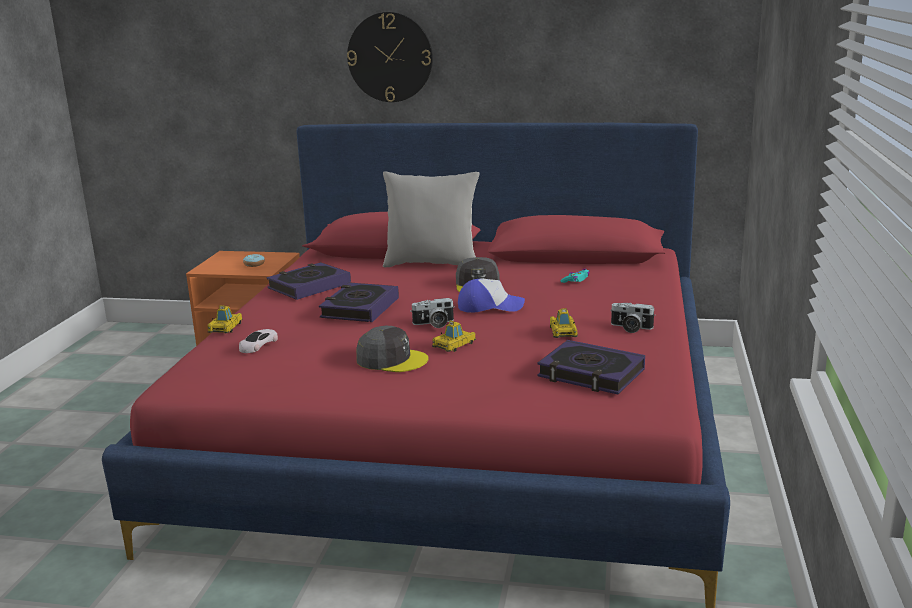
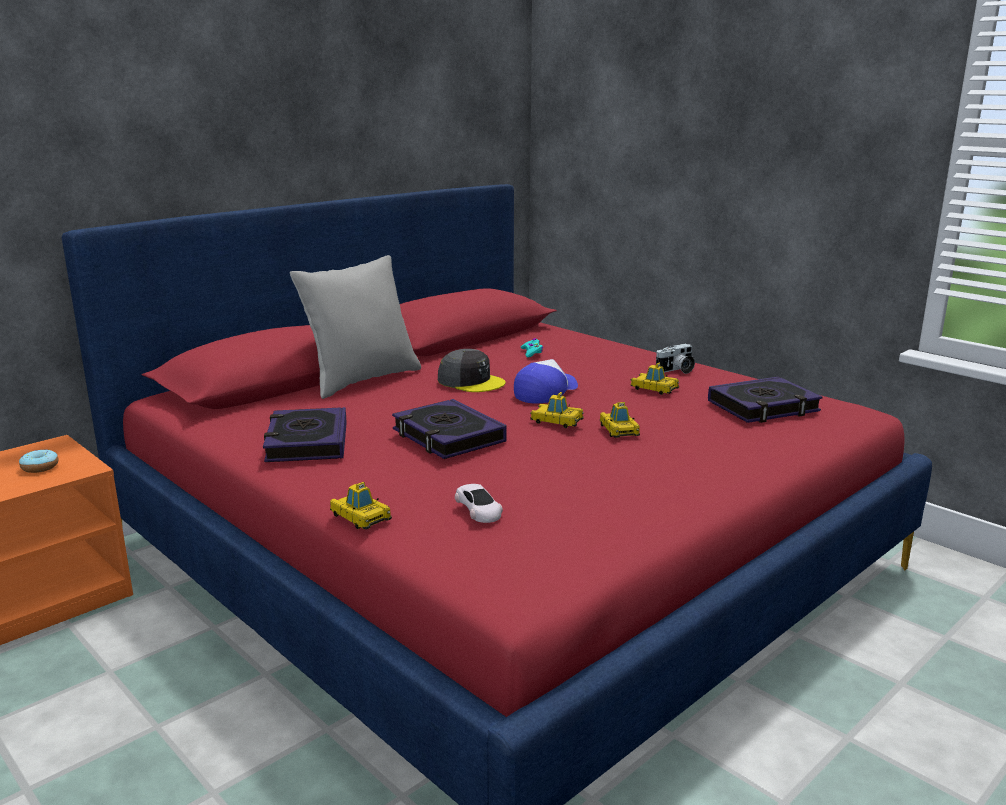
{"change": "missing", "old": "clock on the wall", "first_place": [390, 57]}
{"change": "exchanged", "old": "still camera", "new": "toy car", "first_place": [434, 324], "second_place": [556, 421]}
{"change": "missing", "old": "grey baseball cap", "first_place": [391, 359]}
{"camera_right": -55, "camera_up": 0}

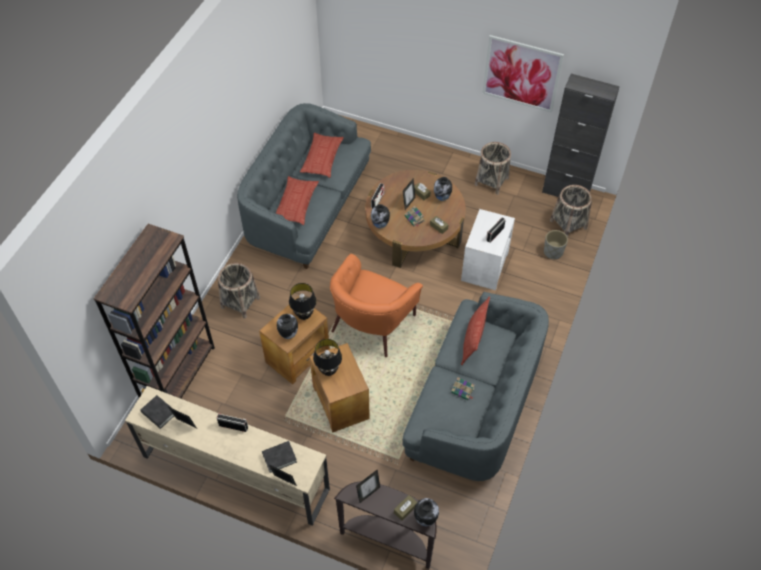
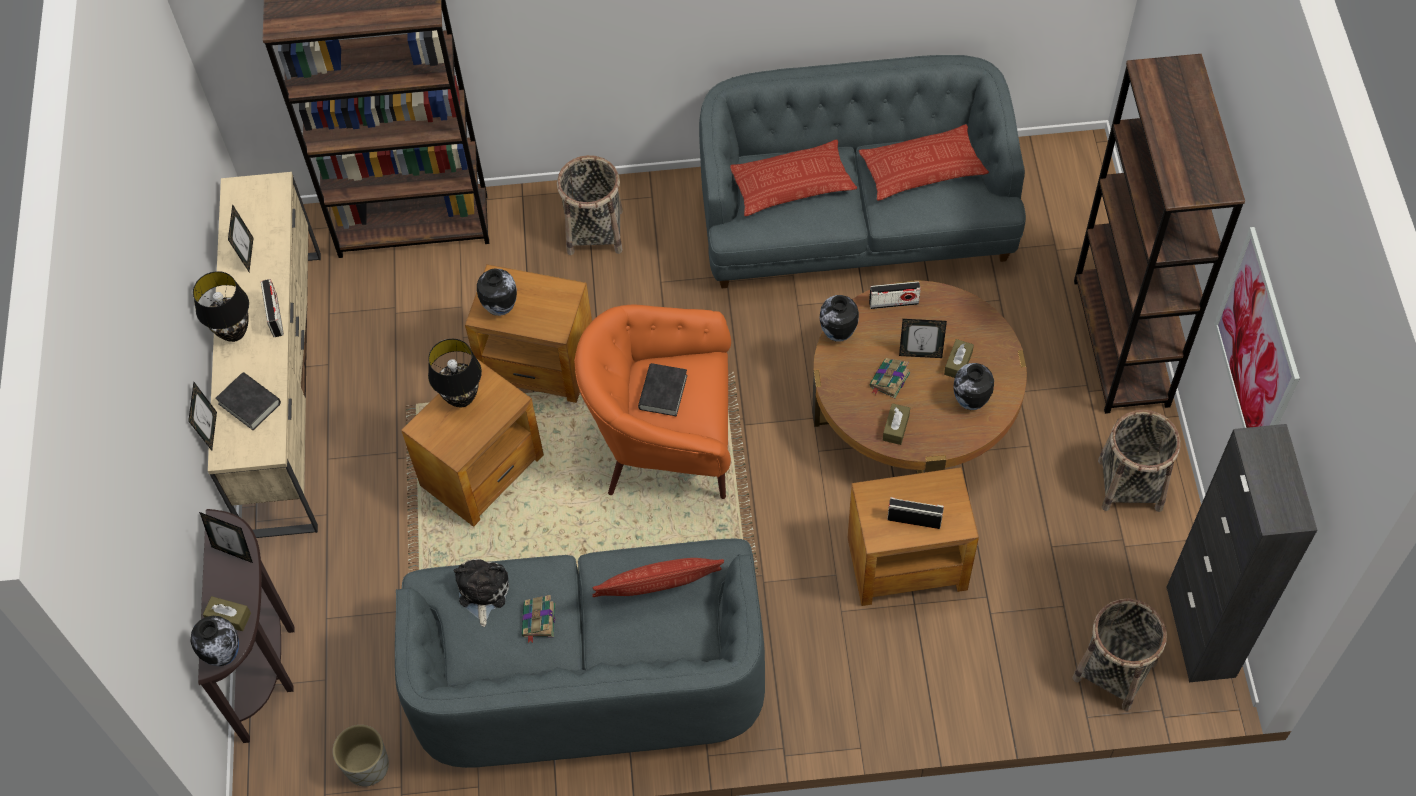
{"change": "colour", "old": "white accent table", "new": "brown-coloured accent table", "first_place": [484, 266], "second_place": [905, 563]}
{"change": "relocated", "old": "grey flower pot", "first_place": [553, 252], "second_place": [367, 766]}
{"change": "relocated", "old": "black-coloured table lamp", "first_place": [304, 315], "second_place": [233, 333]}
{"change": "relocated", "old": "black-coloured volume", "first_place": [159, 413], "second_place": [663, 392]}
{"change": "appeared", "new": "brown-coloured shelving unit", "second_place": [1121, 343]}
{"change": "appeared", "new": "plush toy", "second_place": [482, 592]}
{"camera_right": 65, "camera_up": 5}

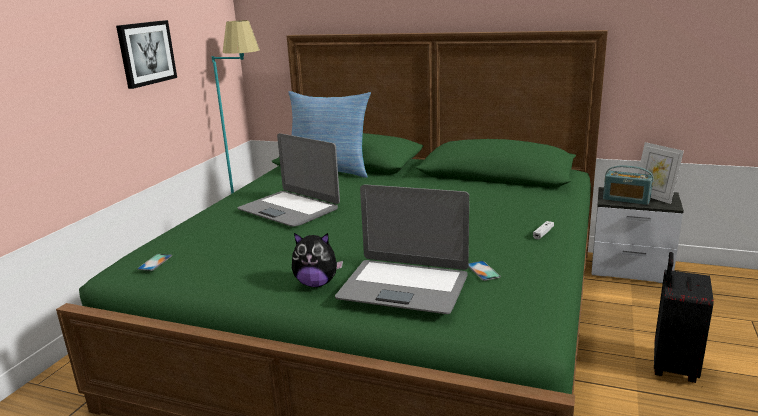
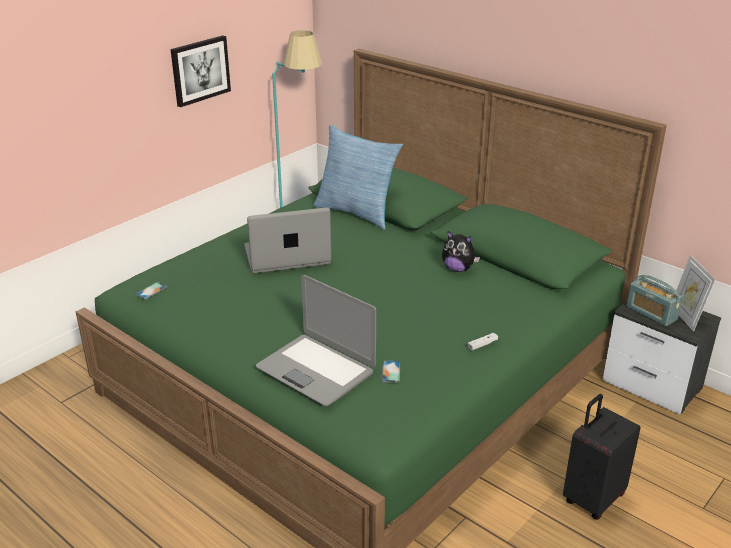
{"change": "spun", "old": "laptop", "first_place": [289, 209], "second_place": [287, 256], "degrees": 105}
{"change": "relocated", "old": "plush toy", "first_place": [316, 283], "second_place": [458, 269]}
{"camera_right": 20, "camera_up": 10}

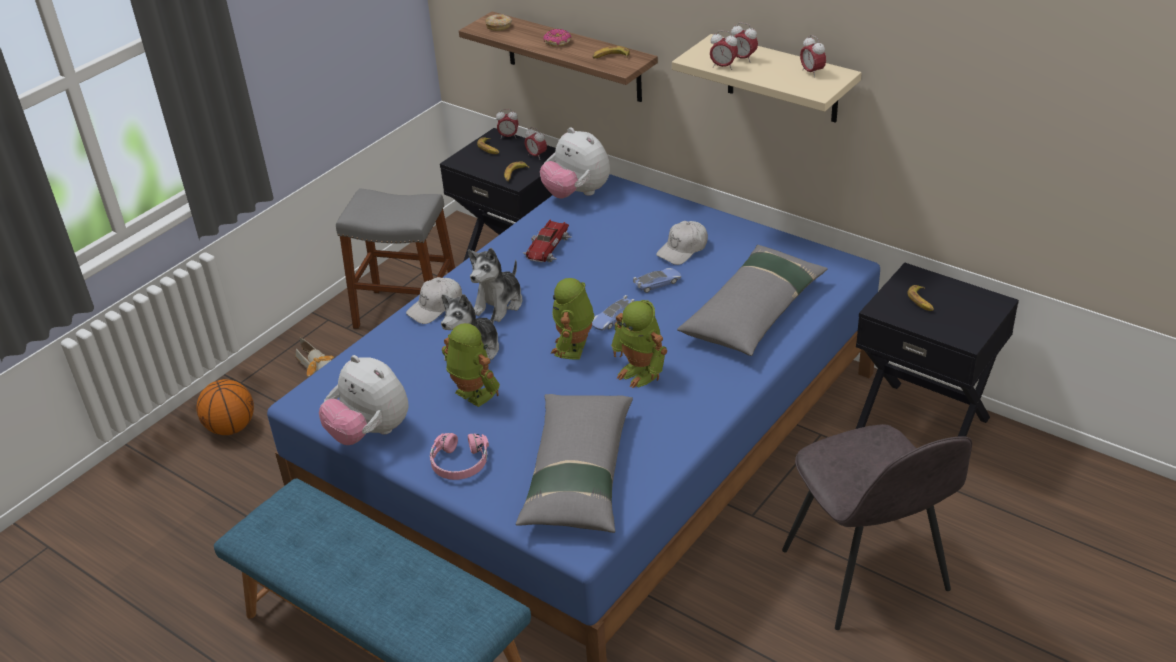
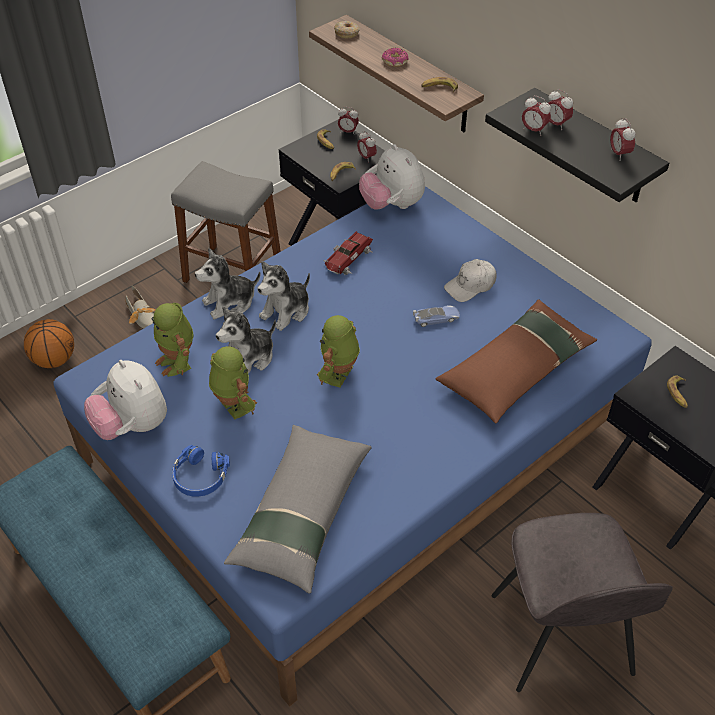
{"change": "colour", "old": "beige shelf", "new": "black-coloured shelf", "first_place": [782, 79], "second_place": [593, 148]}
{"change": "colour", "old": "grey throw pillow", "new": "brown-coloured throw pillow", "first_place": [754, 312], "second_place": [516, 369]}
{"change": "exchanged", "old": "white baseball cap", "new": "plush toy", "first_place": [436, 307], "second_place": [230, 303]}
{"change": "missing", "old": "toy car", "first_place": [613, 318]}
{"change": "relocated", "old": "robot figure", "first_place": [641, 372], "second_place": [178, 362]}
{"change": "colour", "old": "pinkish headset", "new": "blue headset", "first_place": [459, 463], "second_place": [200, 477]}
{"camera_right": 10, "camera_up": 10}

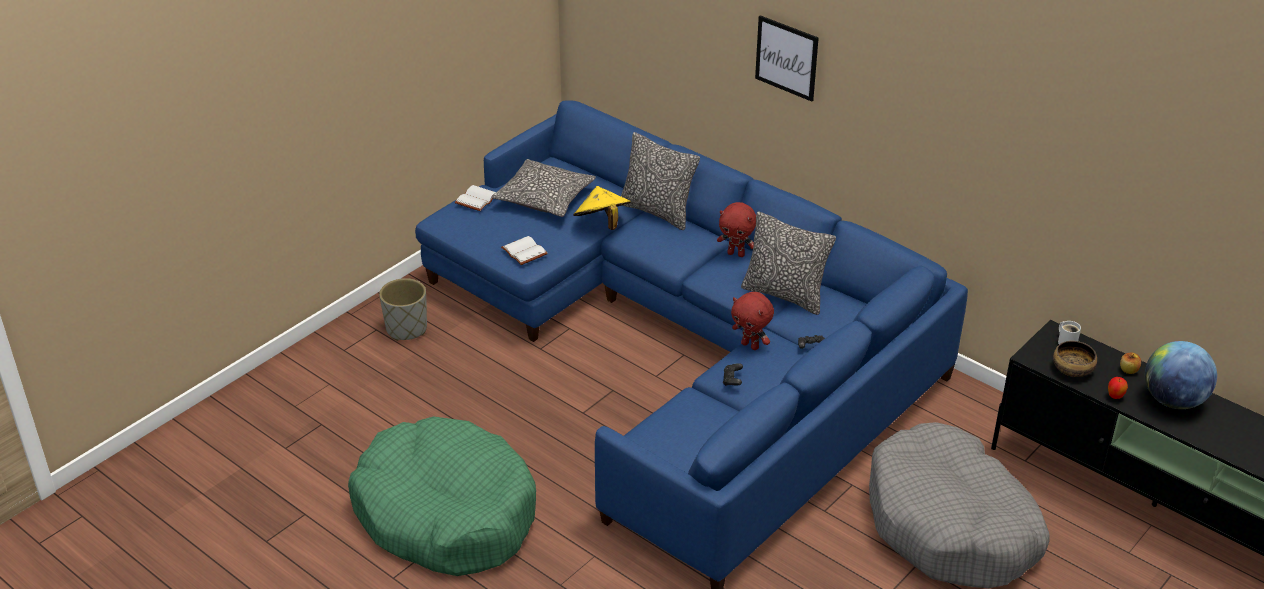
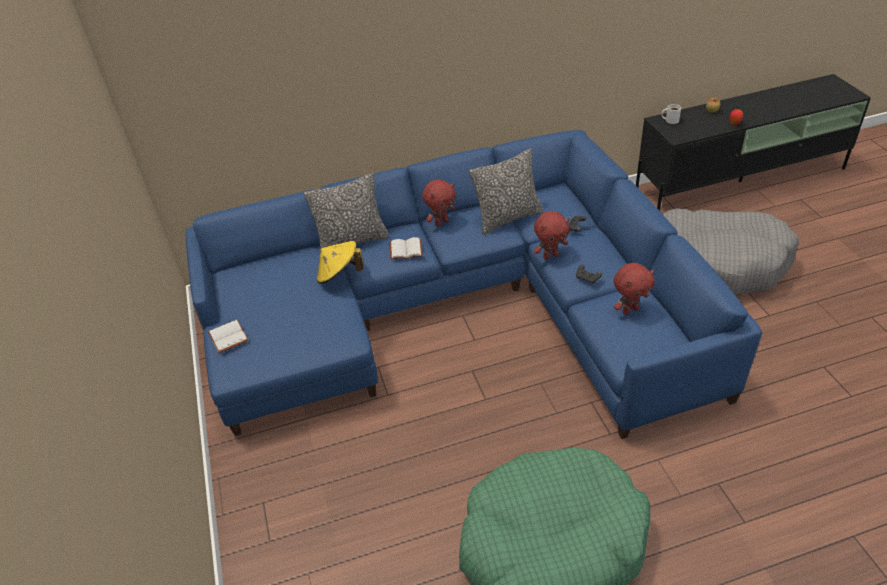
{"change": "missing", "old": "wall picture", "first_place": [786, 58]}
{"change": "missing", "old": "throw pillow", "first_place": [544, 198]}
{"change": "relocated", "old": "white volume", "first_place": [523, 252], "second_place": [405, 250]}
{"change": "missing", "old": "grey flower pot", "first_place": [407, 329]}
{"change": "missing", "old": "deep dish", "first_place": [1072, 369]}
{"change": "missing", "old": "globe", "first_place": [1173, 400]}
{"change": "appeared", "new": "reddish plush toy", "second_place": [630, 310]}
{"camera_right": -55, "camera_up": 5}

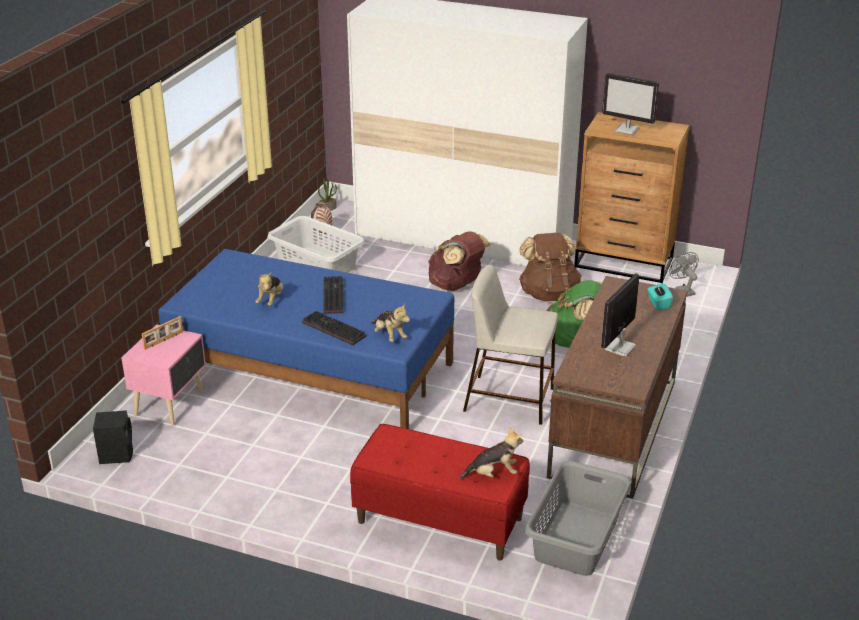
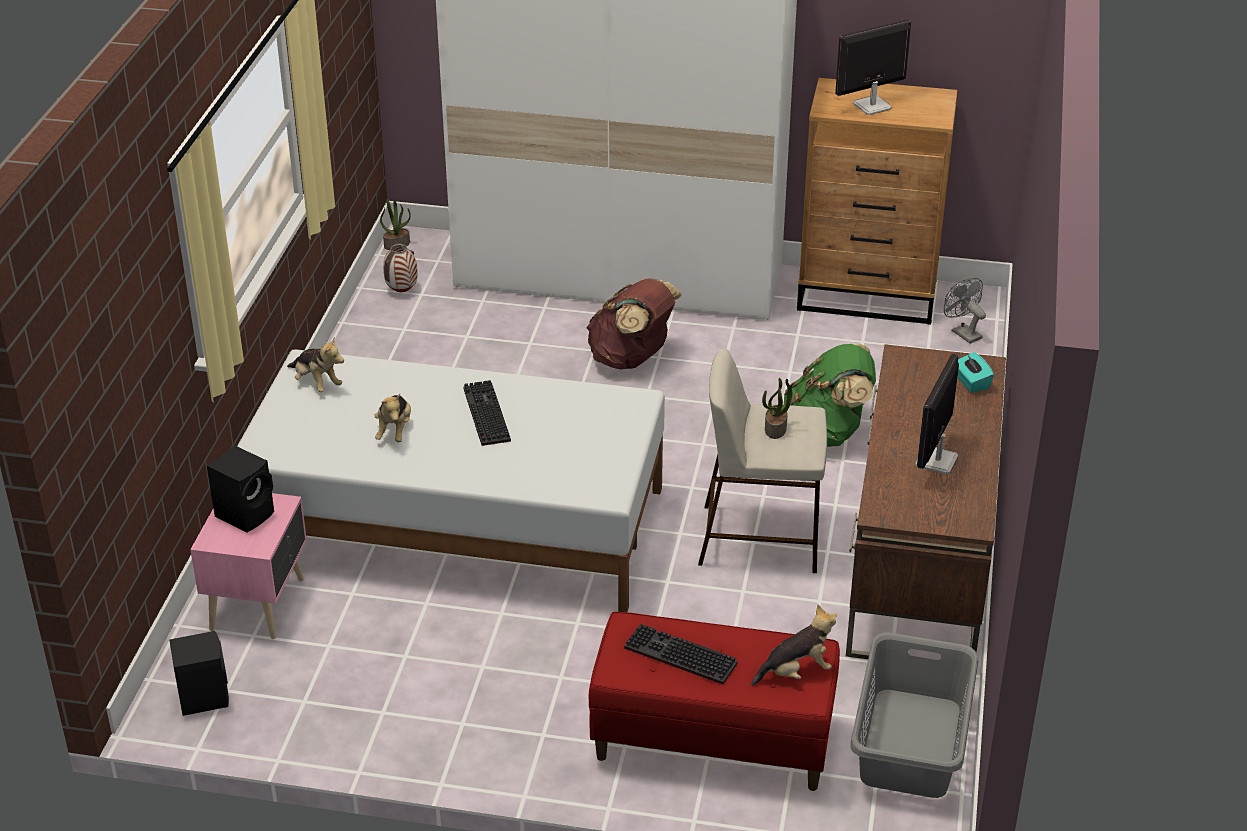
{"change": "spun", "old": "computer display", "first_place": [627, 130], "second_place": [871, 106], "degrees": 135}
{"change": "missing", "old": "grey laundry basket", "first_place": [317, 265]}
{"change": "missing", "old": "brown-coloured knapsack", "first_place": [548, 294]}
{"change": "colour", "old": "blue bedroom bed", "new": "white bedroom bed", "first_place": [311, 370], "second_place": [455, 524]}
{"change": "relocated", "old": "plush toy", "first_place": [389, 336], "second_place": [316, 383]}
{"change": "relocated", "old": "keyboard", "first_place": [332, 330], "second_place": [677, 657]}
{"change": "exchanged", "old": "standing frame", "new": "black-coloured loudspeaker", "first_place": [164, 340], "second_place": [246, 513]}
{"change": "appeared", "new": "houseplant", "second_place": [776, 429]}
{"camera_right": -10, "camera_up": 5}

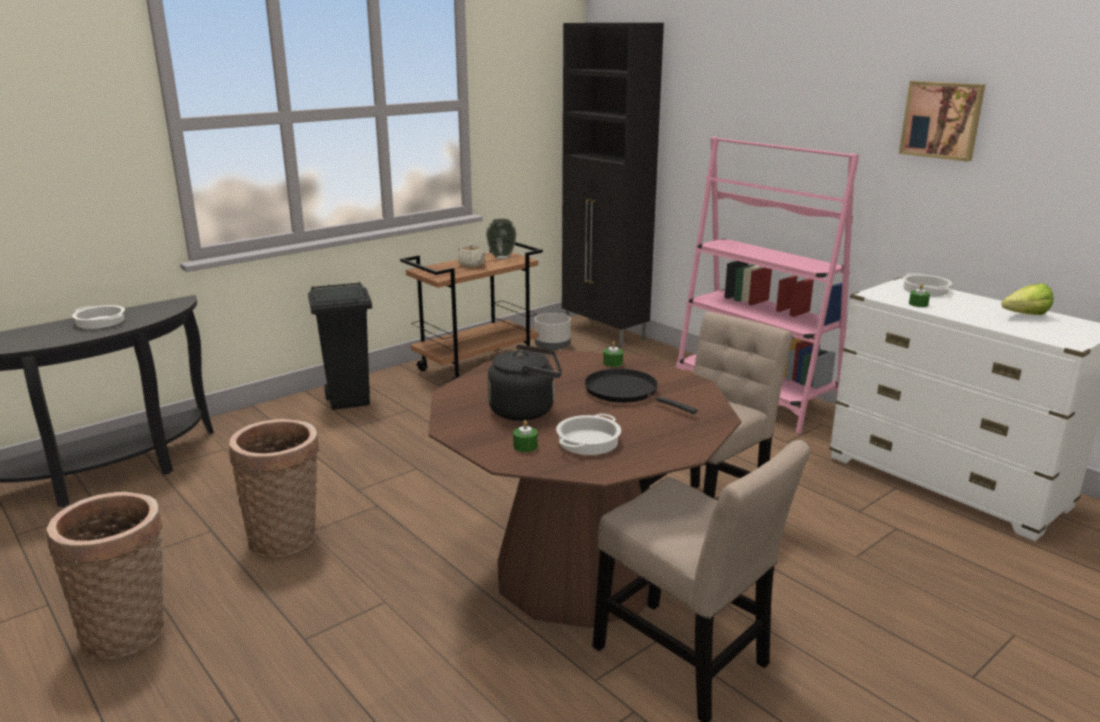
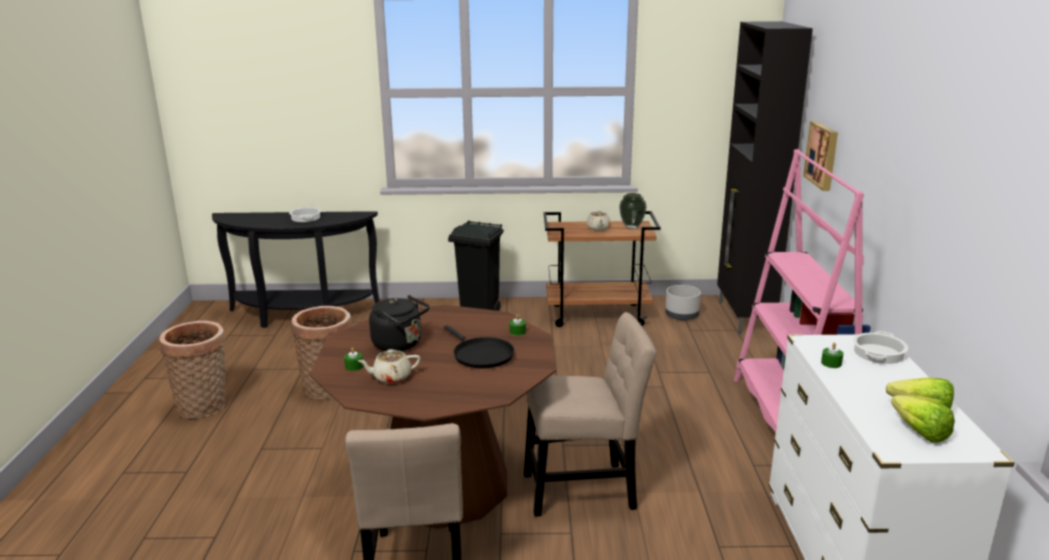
{"change": "relocated", "old": "wall picture", "first_place": [942, 120], "second_place": [823, 155]}
{"change": "spun", "old": "black-coloured pan", "first_place": [625, 392], "second_place": [481, 355], "degrees": 150}
{"change": "exchanged", "old": "cooking pot", "new": "beige teapot", "first_place": [588, 441], "second_place": [391, 377]}
{"change": "appeared", "new": "head of lettuce", "second_place": [916, 430]}
{"camera_right": 40, "camera_up": 0}

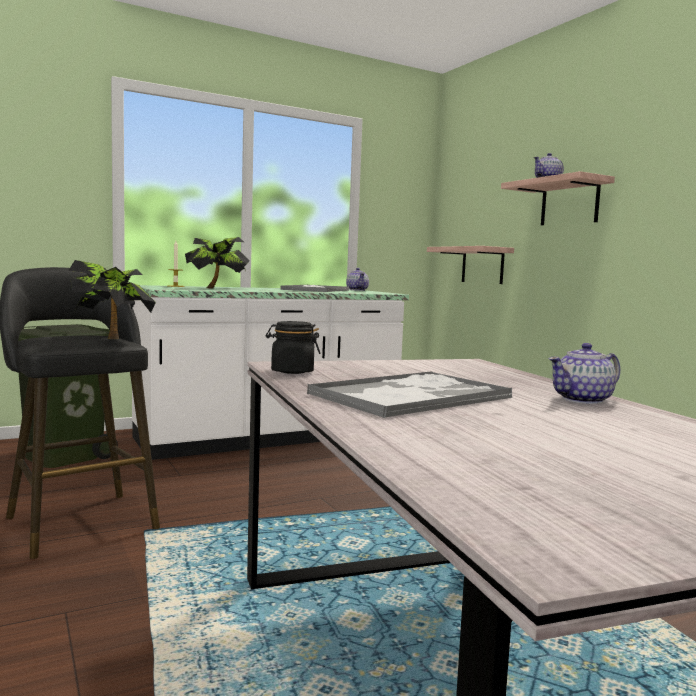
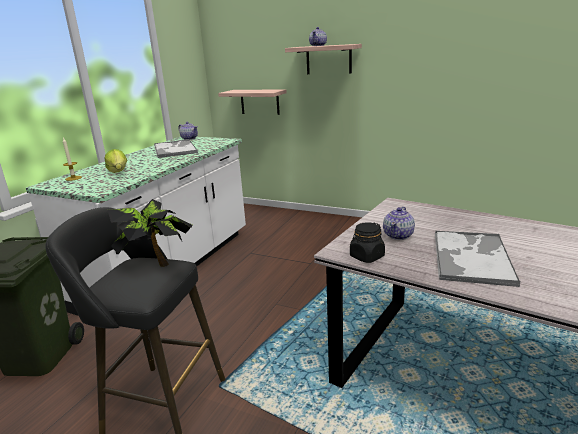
{"change": "exchanged", "old": "houseplant", "new": "head of lettuce", "first_place": [218, 288], "second_place": [118, 172]}
{"change": "relocated", "old": "teapot", "first_place": [583, 400], "second_place": [398, 235]}
{"camera_right": -35, "camera_up": 15}

